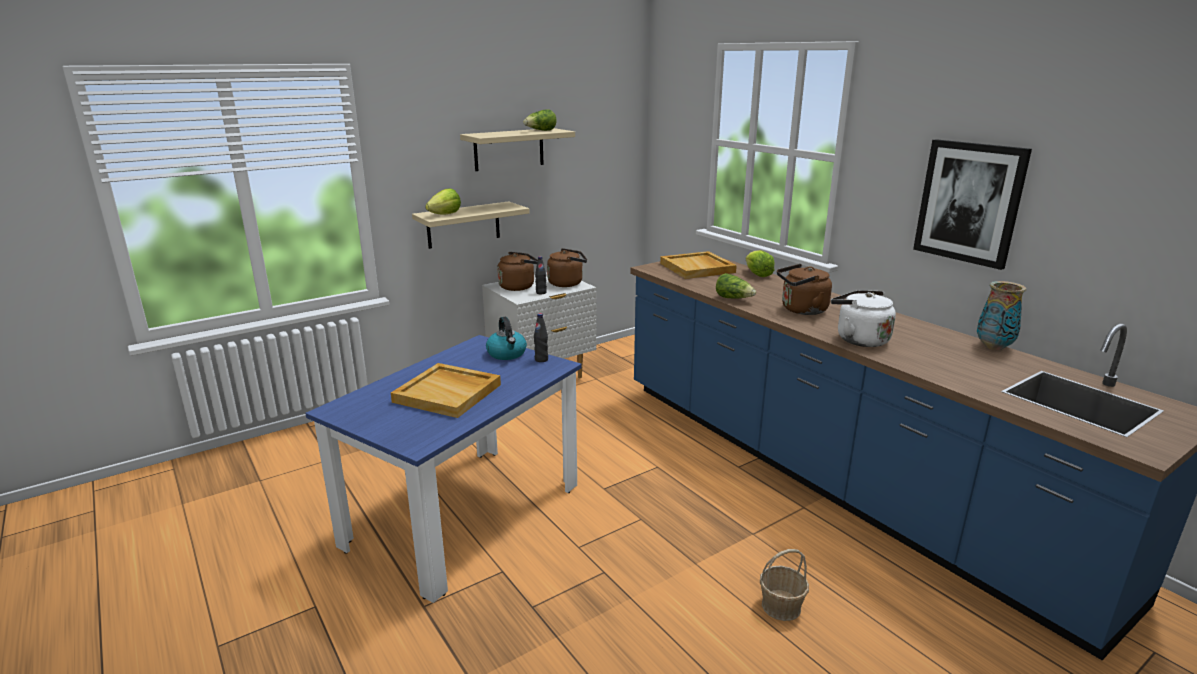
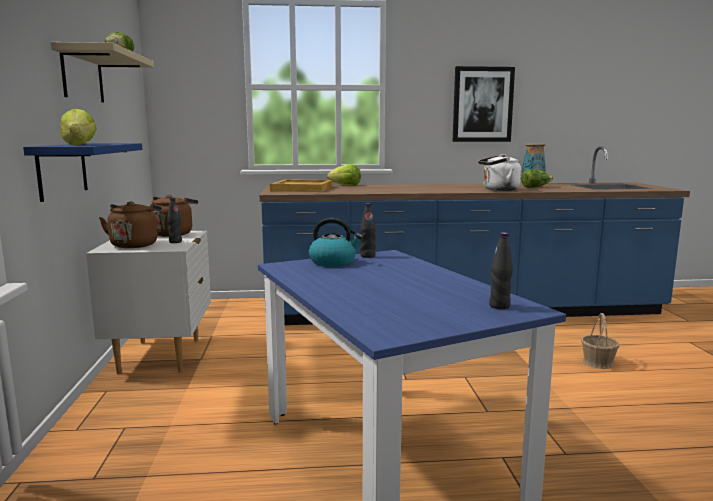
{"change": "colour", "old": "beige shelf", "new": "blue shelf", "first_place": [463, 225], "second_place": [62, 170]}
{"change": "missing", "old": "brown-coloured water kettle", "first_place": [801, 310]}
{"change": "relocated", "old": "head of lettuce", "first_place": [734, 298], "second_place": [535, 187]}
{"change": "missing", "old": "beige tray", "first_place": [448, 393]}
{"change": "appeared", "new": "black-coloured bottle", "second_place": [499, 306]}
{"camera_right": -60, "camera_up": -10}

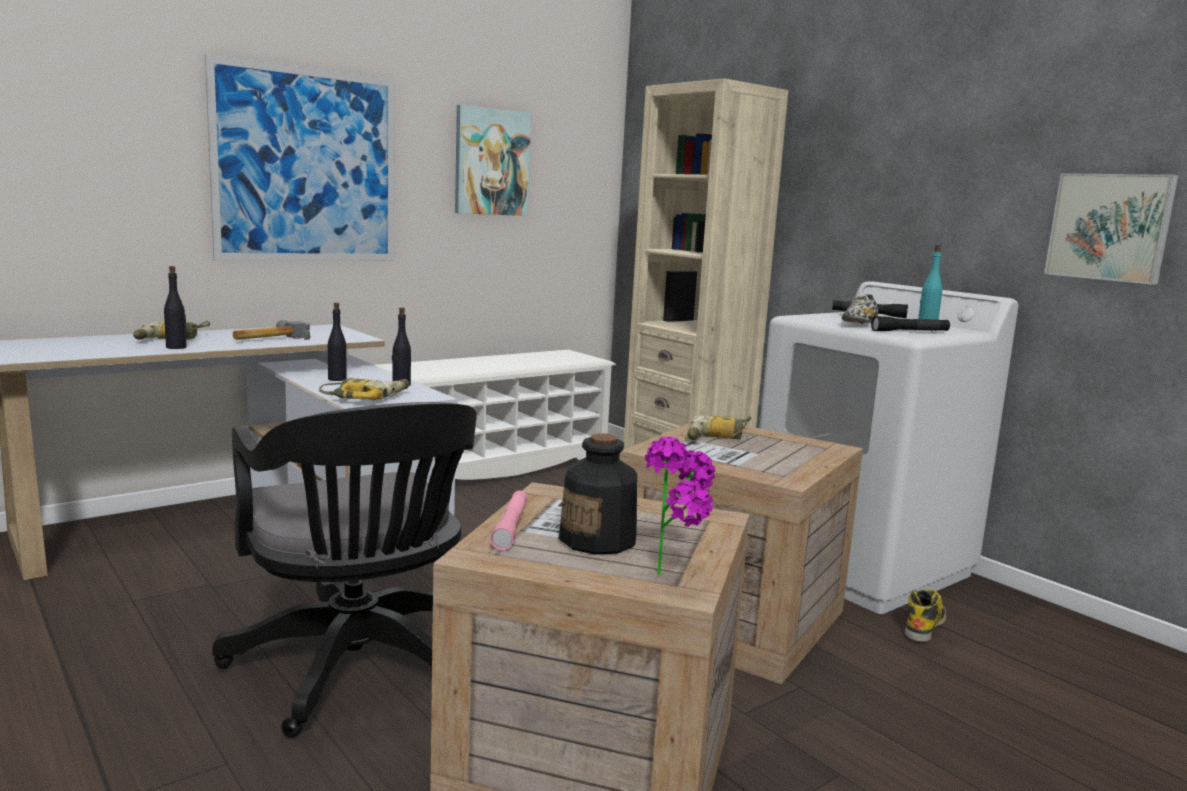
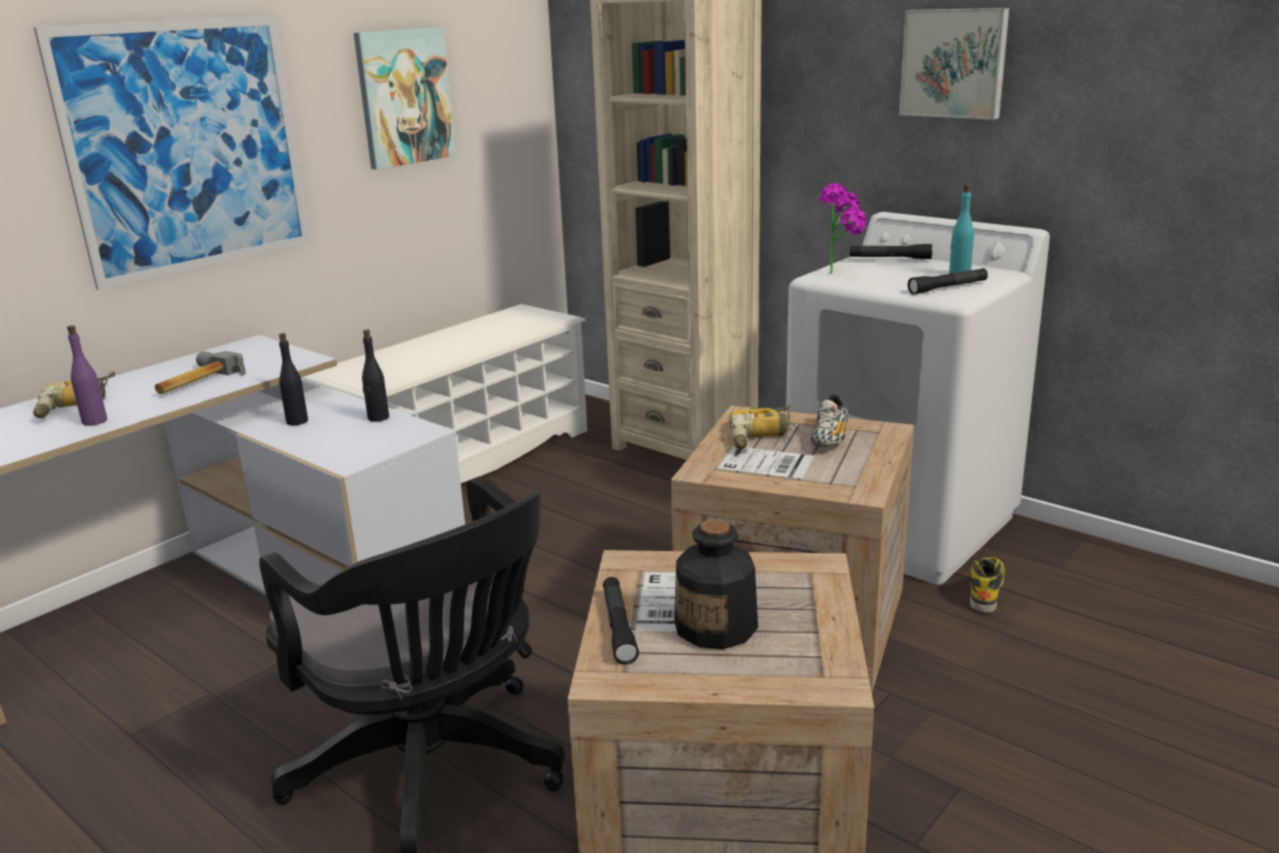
{"change": "relocated", "old": "wall picture", "first_place": [1110, 227], "second_place": [954, 63]}
{"change": "colour", "old": "black-coloured bottle", "new": "purple bottle", "first_place": [176, 347], "second_place": [95, 421]}
{"change": "relocated", "old": "low shoe", "first_place": [859, 324], "second_place": [829, 438]}
{"change": "missing", "old": "drill", "first_place": [367, 397]}
{"change": "relocated", "old": "houseplant", "first_place": [677, 575], "second_place": [842, 272]}
{"change": "colour", "old": "pinkish torch", "new": "black-coloured torch", "first_place": [511, 527], "second_place": [618, 627]}
{"camera_right": -10, "camera_up": 10}

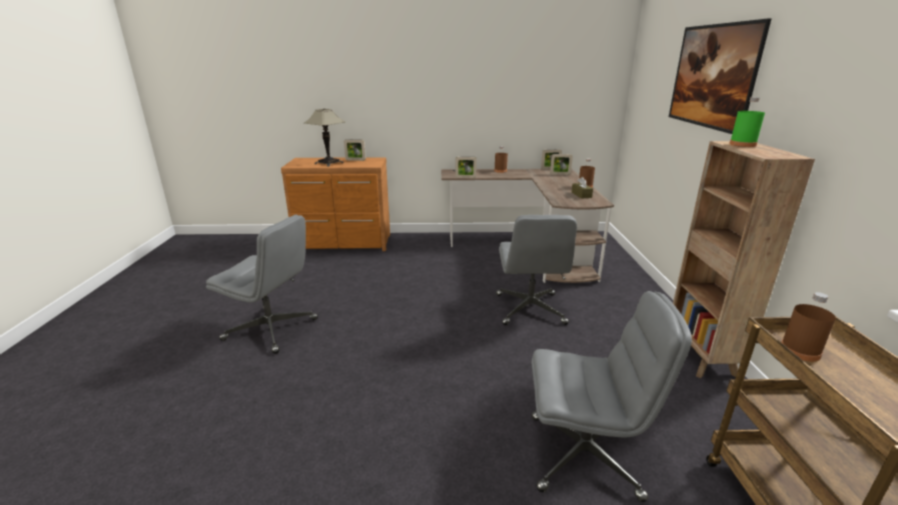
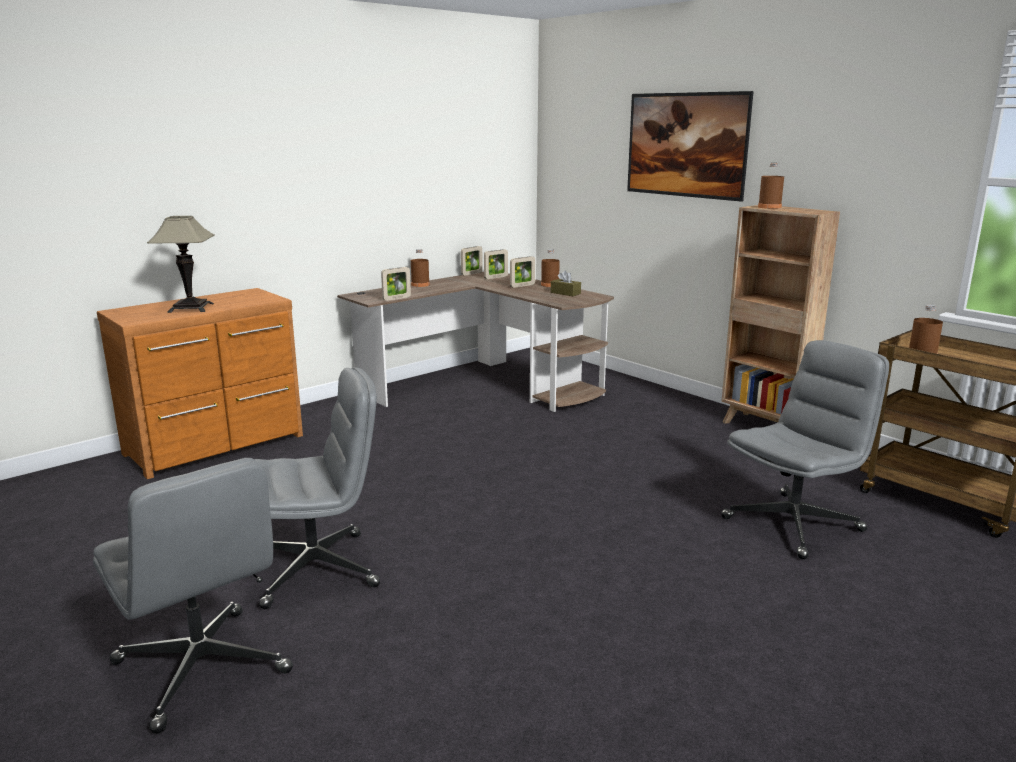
{"change": "colour", "old": "green bottle", "new": "brown-coloured bottle", "first_place": [742, 144], "second_place": [769, 207]}
{"change": "relocated", "old": "standing frame", "first_place": [355, 160], "second_place": [522, 286]}
{"change": "relocated", "old": "grey computer chair", "first_place": [530, 309], "second_place": [203, 668]}
{"camera_right": -40, "camera_up": -5}

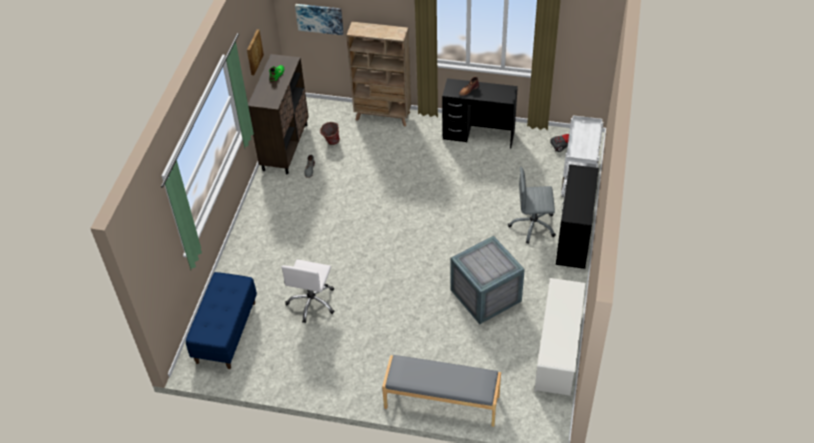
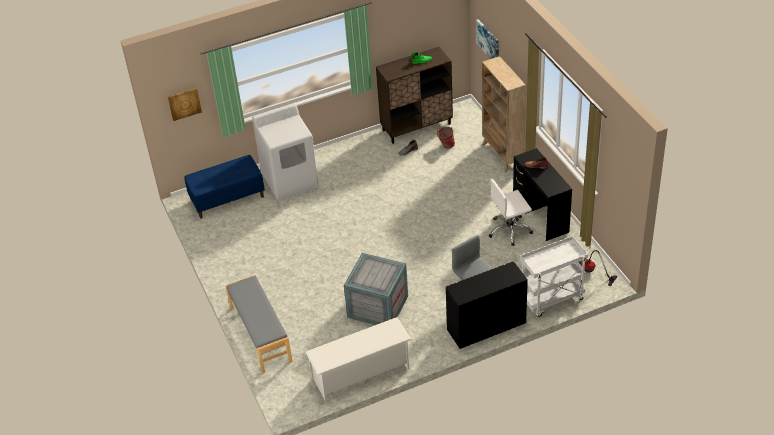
{"change": "relocated", "old": "wall picture", "first_place": [254, 52], "second_place": [184, 103]}
{"change": "relocated", "old": "white computer chair", "first_place": [312, 302], "second_place": [509, 230]}
{"change": "appeared", "new": "white washing machine", "second_place": [290, 181]}
{"camera_right": 55, "camera_up": -5}

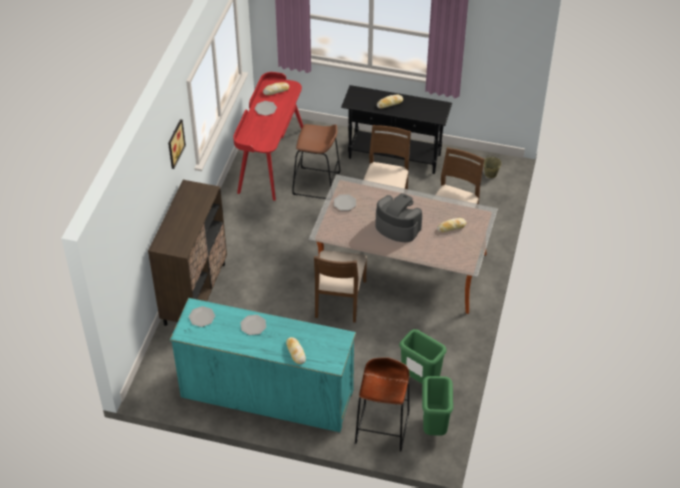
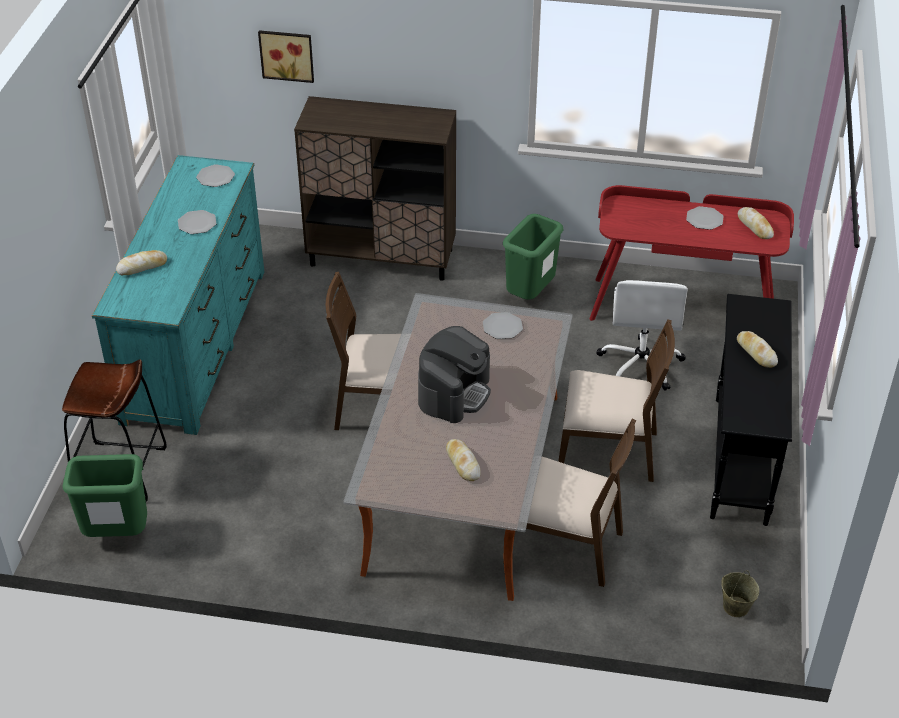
{"change": "relocated", "old": "wall picture", "first_place": [174, 143], "second_place": [287, 54]}
{"change": "exchanged", "old": "brown-coloured stool seat", "new": "white computer chair", "first_place": [316, 184], "second_place": [640, 364]}
{"change": "relocated", "old": "green trash can", "first_place": [419, 379], "second_place": [529, 295]}
{"camera_right": 85, "camera_up": -5}

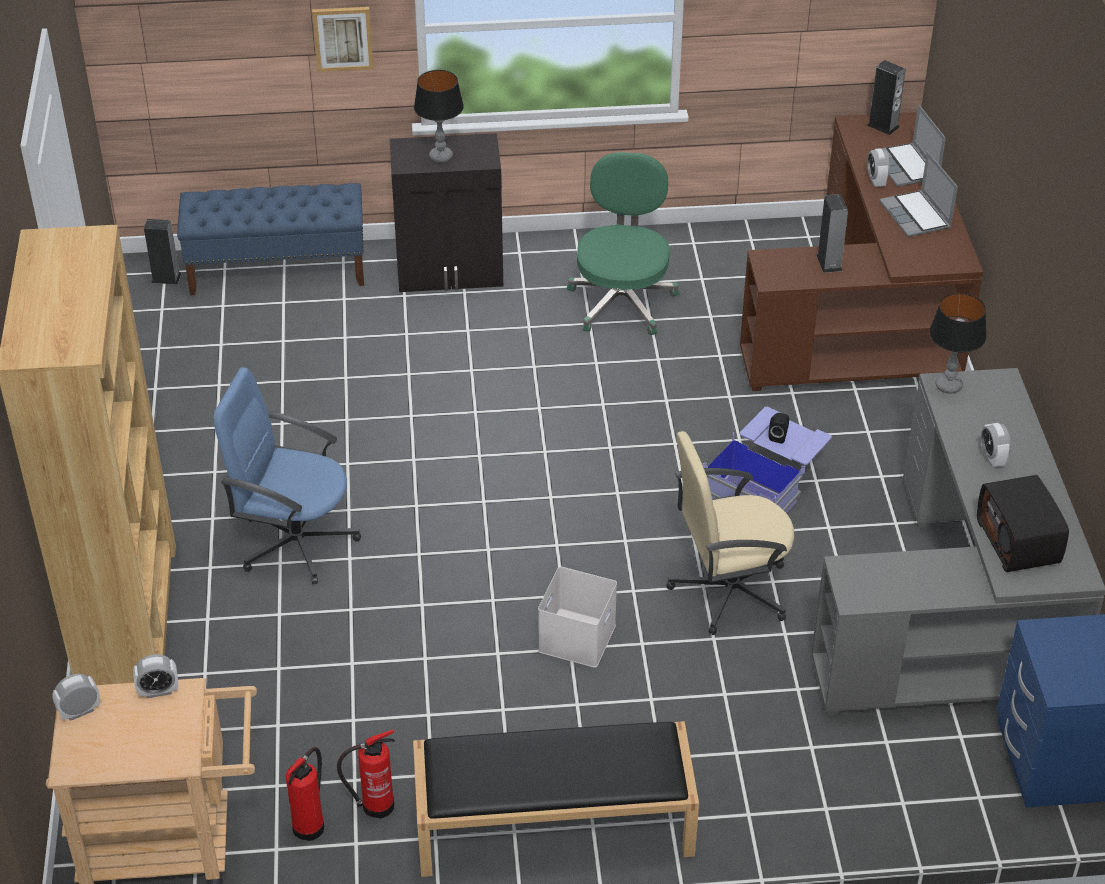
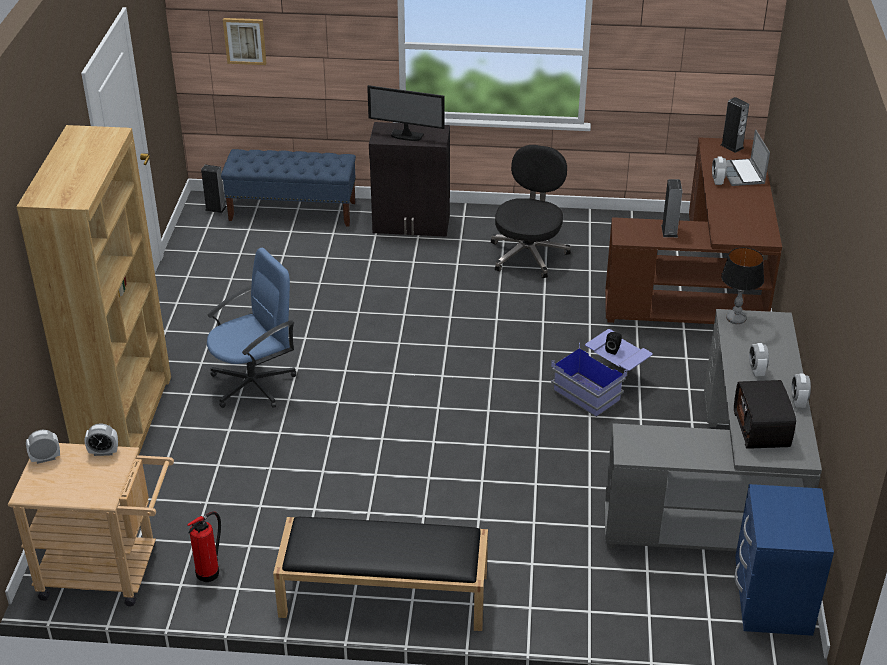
{"change": "relocated", "old": "wall picture", "first_place": [343, 38], "second_place": [245, 40]}
{"change": "exchanged", "old": "table lamp", "new": "computer display", "first_place": [441, 157], "second_place": [406, 136]}
{"change": "missing", "old": "laptop", "first_place": [916, 216]}
{"change": "colour", "old": "green computer chair", "new": "black-coloured computer chair", "first_place": [622, 301], "second_place": [528, 254]}
{"change": "spun", "old": "blue computer chair", "first_place": [295, 541], "second_place": [254, 384], "degrees": 120}
{"change": "missing", "old": "beige computer chair", "first_place": [728, 590]}
{"change": "missing", "old": "white storage box", "first_place": [576, 636]}
{"change": "missing", "old": "extinguisher", "first_place": [375, 806]}
{"change": "appeared", "new": "alarm clock", "second_place": [798, 402]}
{"camera_right": 10, "camera_up": -5}

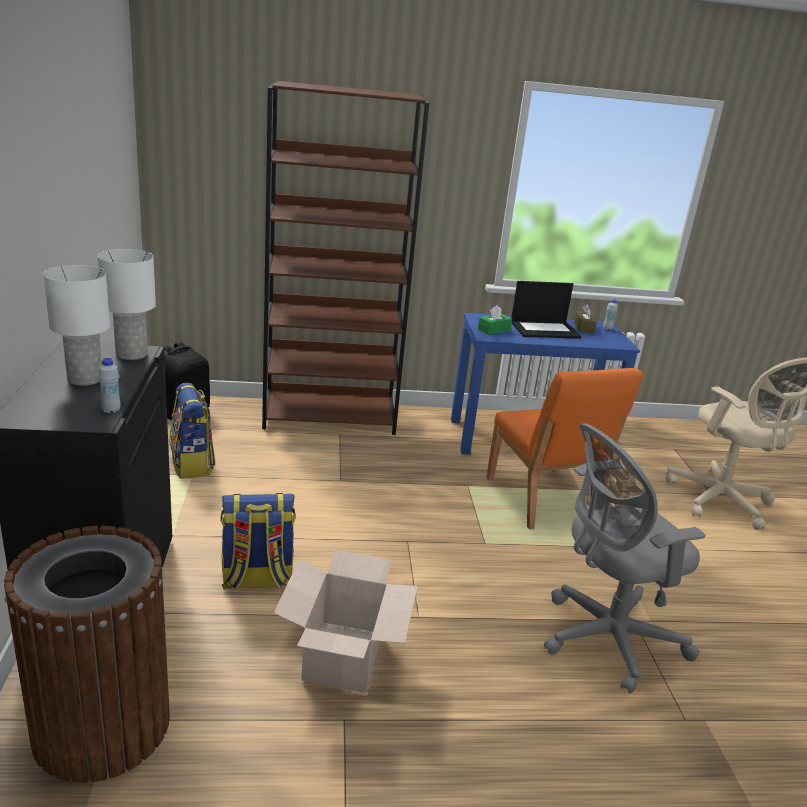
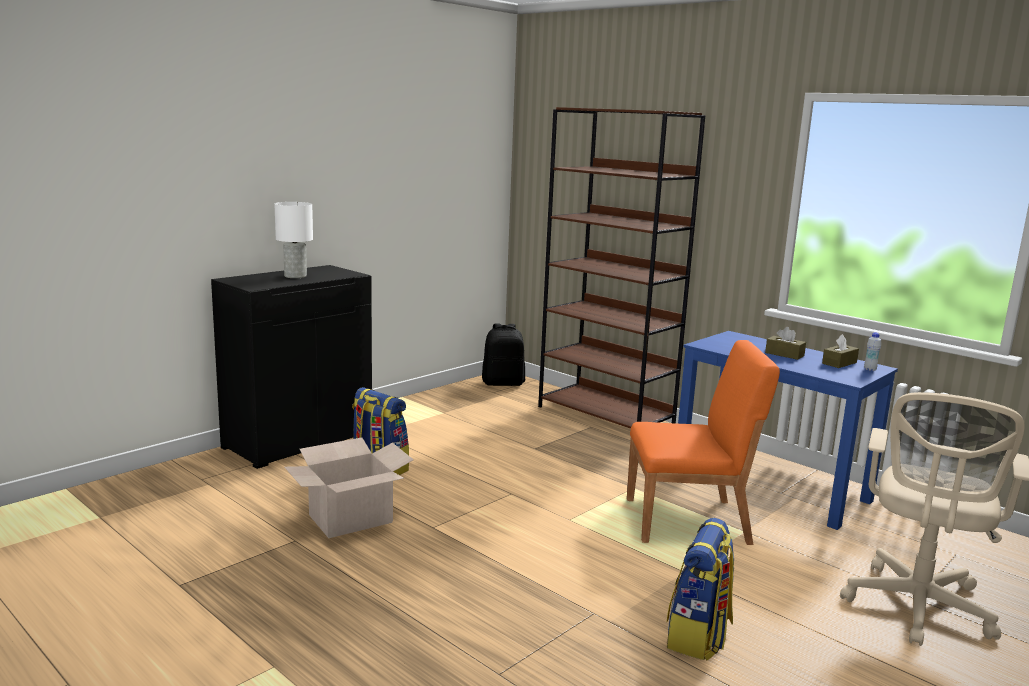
{"change": "missing", "old": "white table lamp", "first_place": [131, 354]}
{"change": "exchanged", "old": "laptop", "new": "brown-coloured tissue box", "first_place": [545, 329], "second_place": [784, 354]}
{"change": "missing", "old": "green tissue box", "first_place": [494, 330]}
{"change": "missing", "old": "white bottle", "first_place": [111, 410]}
{"change": "spun", "old": "orangey plain chair", "first_place": [543, 498], "second_place": [689, 521], "degrees": -120}
{"change": "relocated", "old": "knapsack", "first_place": [193, 464], "second_place": [698, 636]}
{"change": "missing", "old": "grey computer chair", "first_place": [605, 639]}
{"change": "missing", "old": "brown-coloured trash can", "first_place": [102, 726]}
{"camera_right": 50, "camera_up": -10}

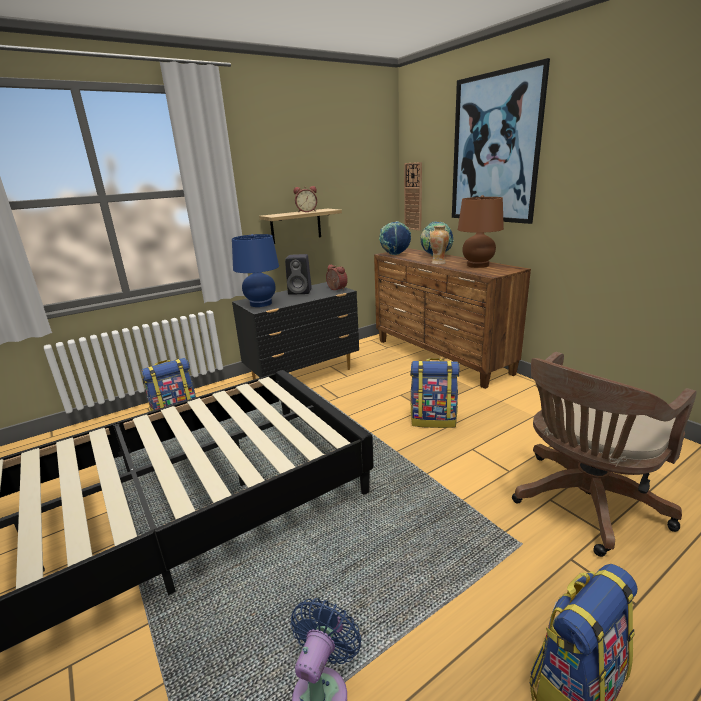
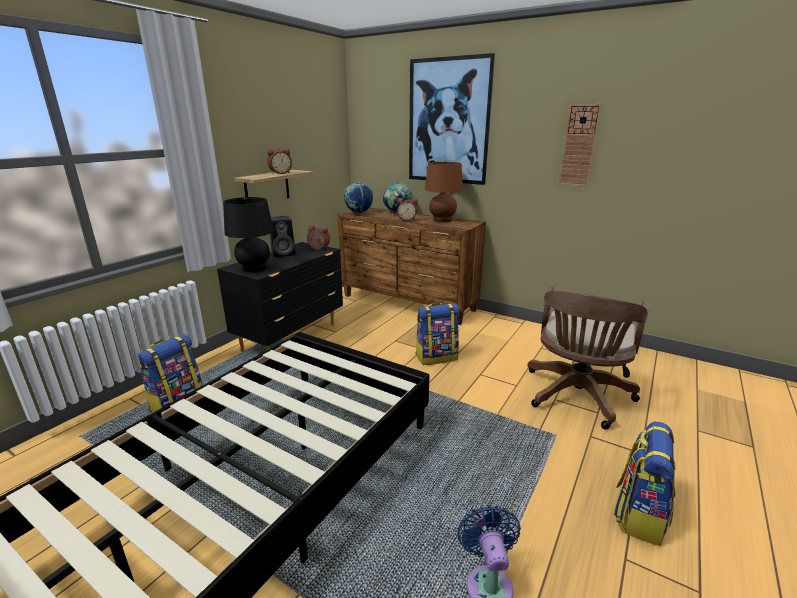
{"change": "relocated", "old": "clock on the wall", "first_place": [413, 196], "second_place": [579, 146]}
{"change": "exchanged", "old": "flower vase", "new": "alarm clock", "first_place": [438, 263], "second_place": [407, 219]}
{"change": "colour", "old": "blue table lamp", "new": "black-coloured table lamp", "first_place": [261, 304], "second_place": [254, 268]}
{"camera_right": -25, "camera_up": 0}

